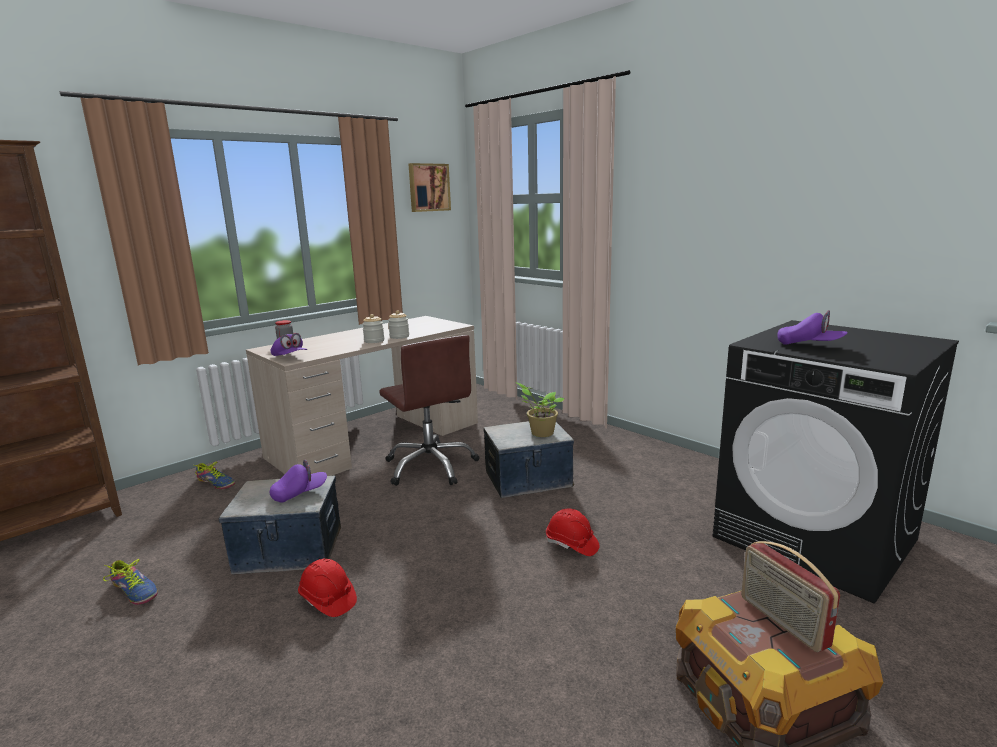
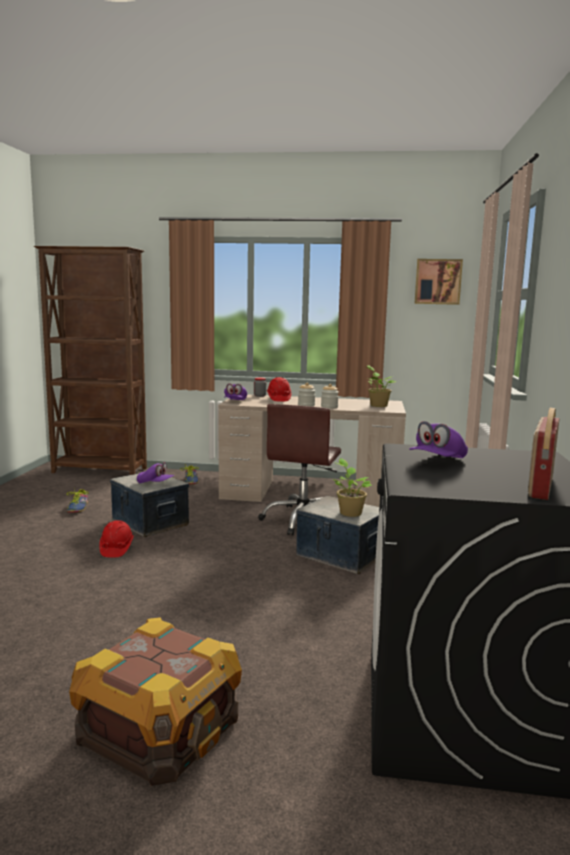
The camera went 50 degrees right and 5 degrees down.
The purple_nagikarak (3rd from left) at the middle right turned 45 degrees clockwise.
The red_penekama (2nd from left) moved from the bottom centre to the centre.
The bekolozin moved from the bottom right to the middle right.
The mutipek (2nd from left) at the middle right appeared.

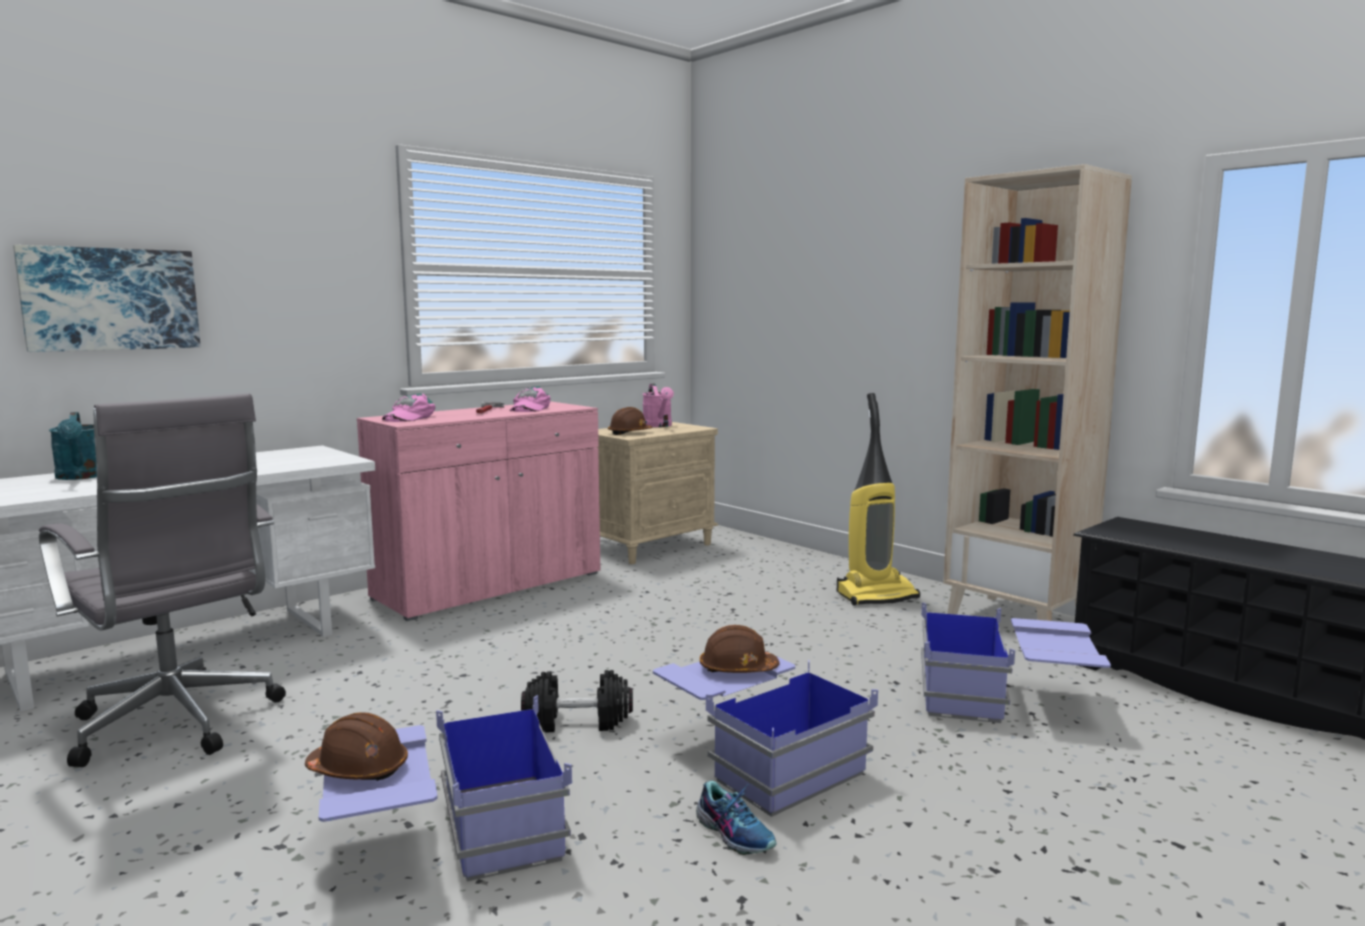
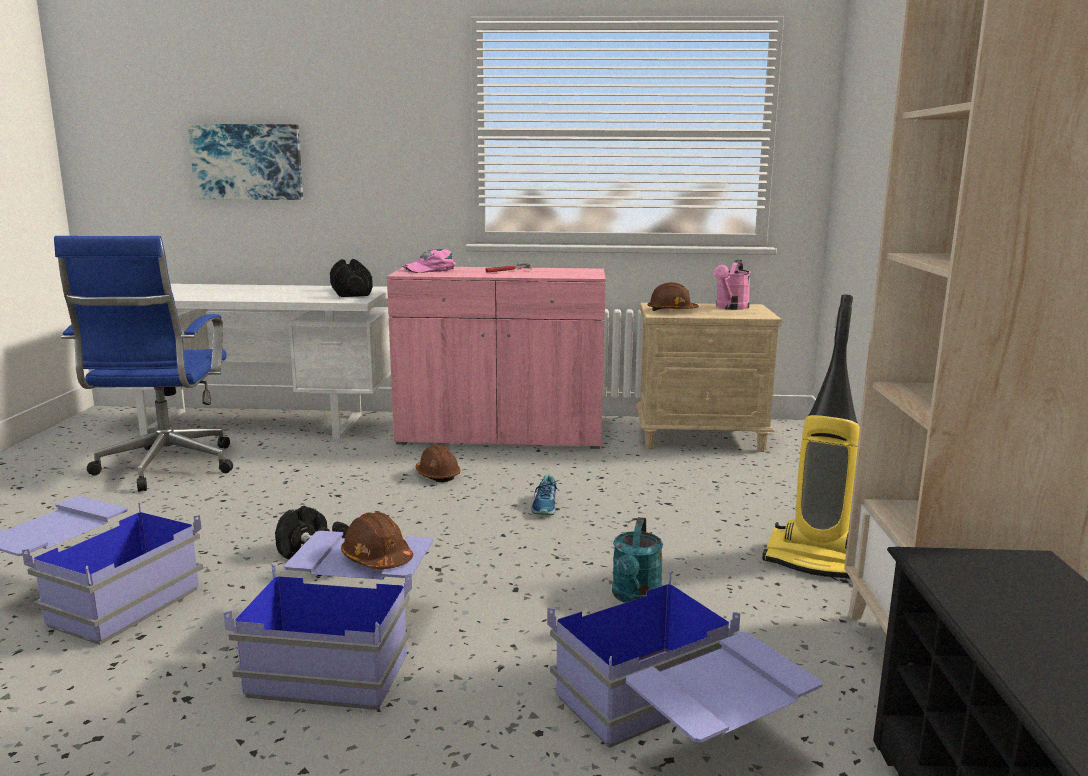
The camera went 45 degrees right and 5 degrees up.
The pink_nagikarak (2nd from left) at the centre disappeared.
The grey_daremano at the middle left became the blue_daremano at the middle left.
The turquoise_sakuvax moved from the middle left to the bottom centre.
The brown_penekama (1st from left in the first image) moved from the bottom left to the centre.
The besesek moved from the bottom centre to the centre.
The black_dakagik (2nd from left) at the middle left appeared.

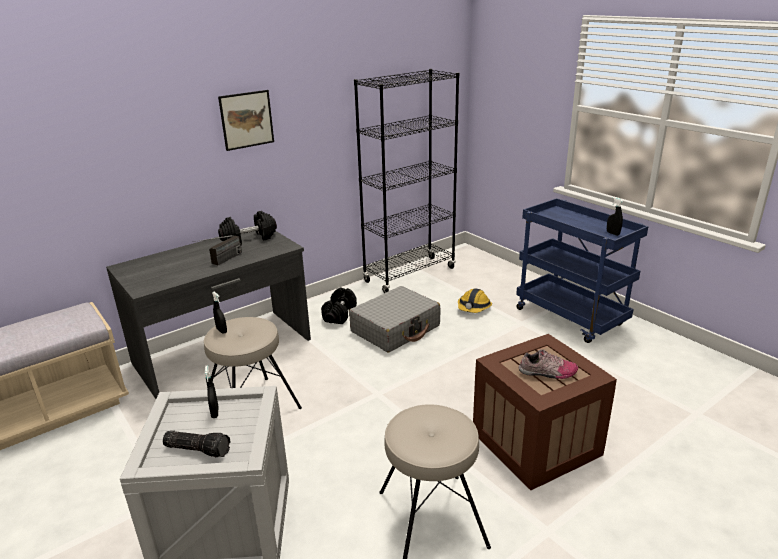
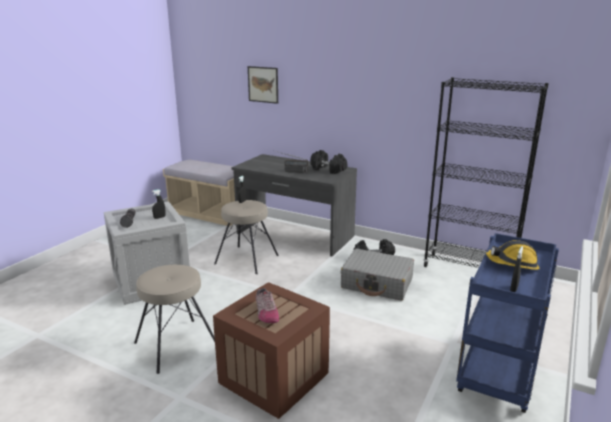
The camera went 65 degrees right and 5 degrees down.
The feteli moved from the top left to the top centre.
The penekama moved from the centre to the middle right.

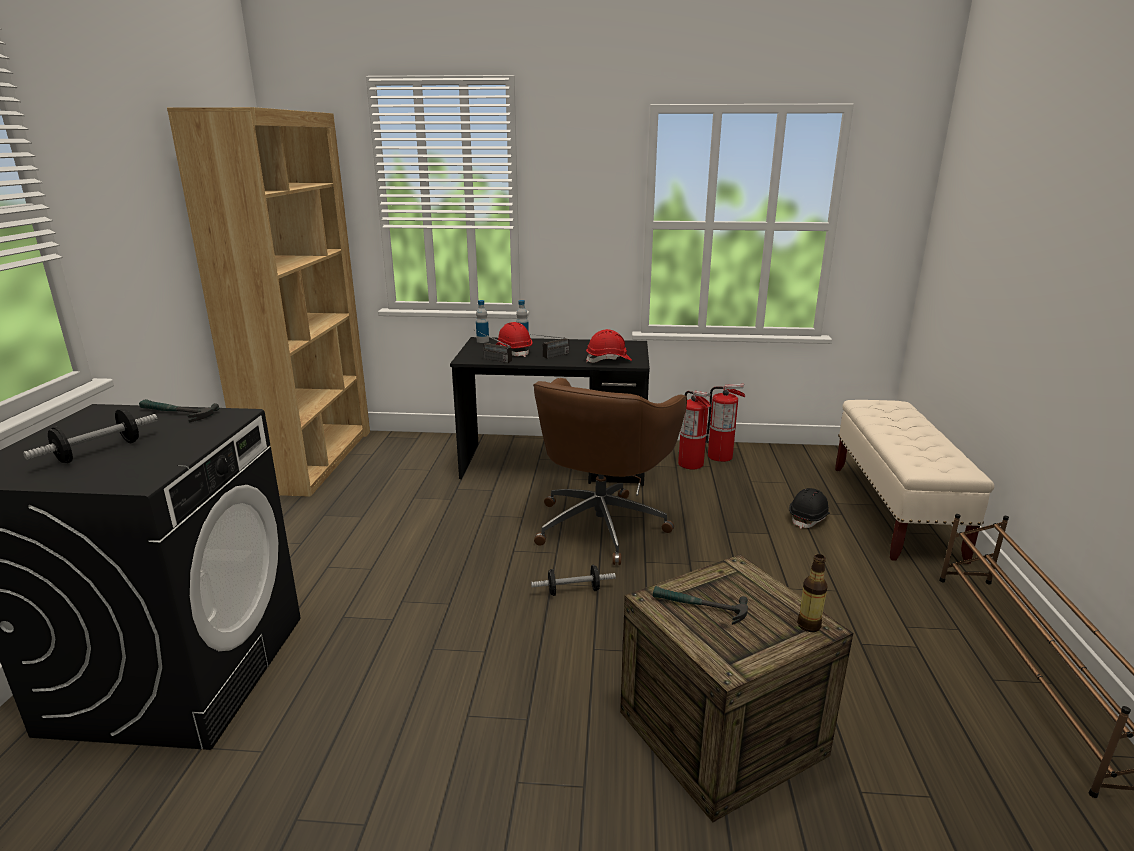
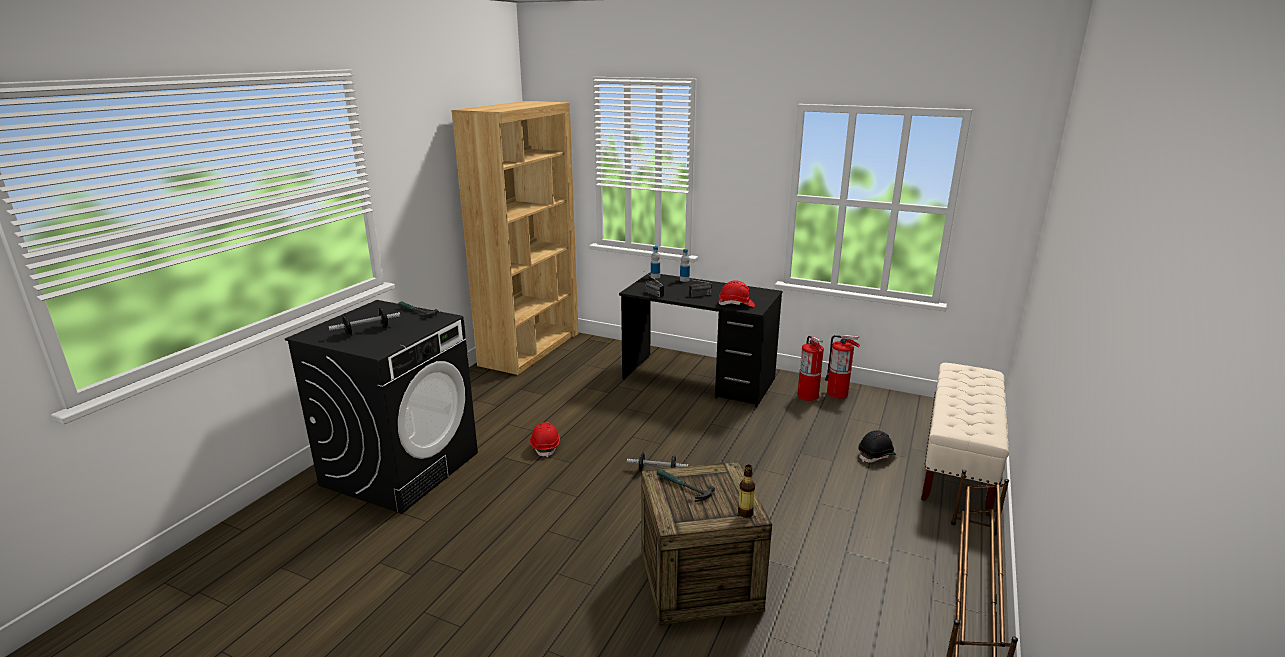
The camera went 20 degrees right and 0 degrees up.
The red_penekama (1st from left) moved from the centre to the bottom centre.
The brown_daremano at the centre disappeared.

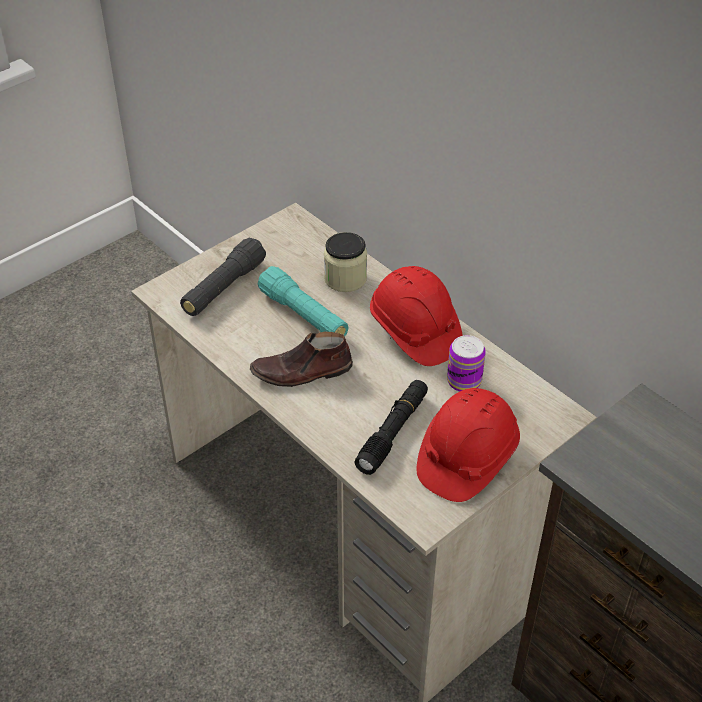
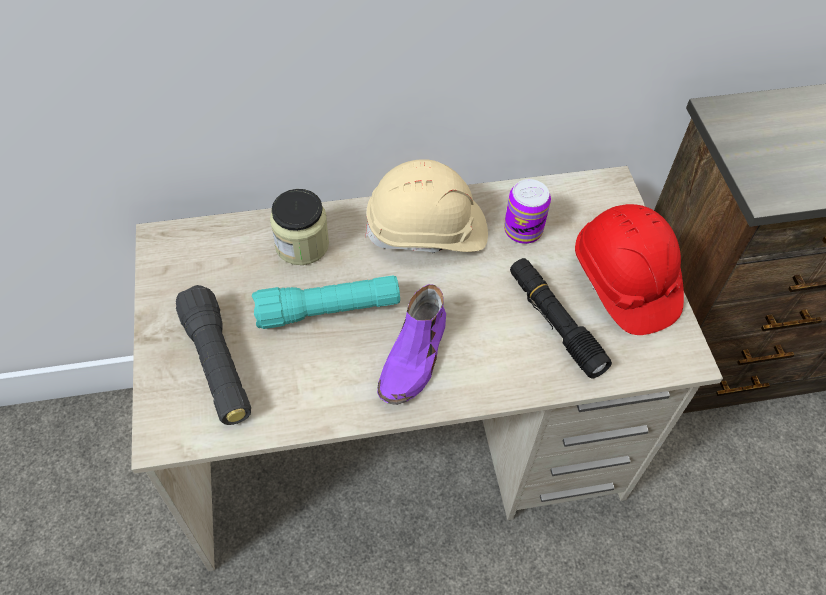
The camera went 60 degrees left and 10 degrees up.
The red_penekama (1st from left) at the centre became the beige_penekama at the centre.
The brown_besesek at the centre became the purple_besesek at the centre.

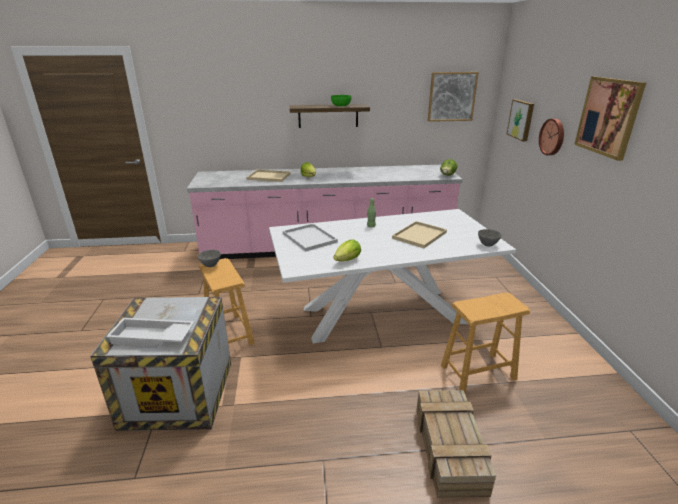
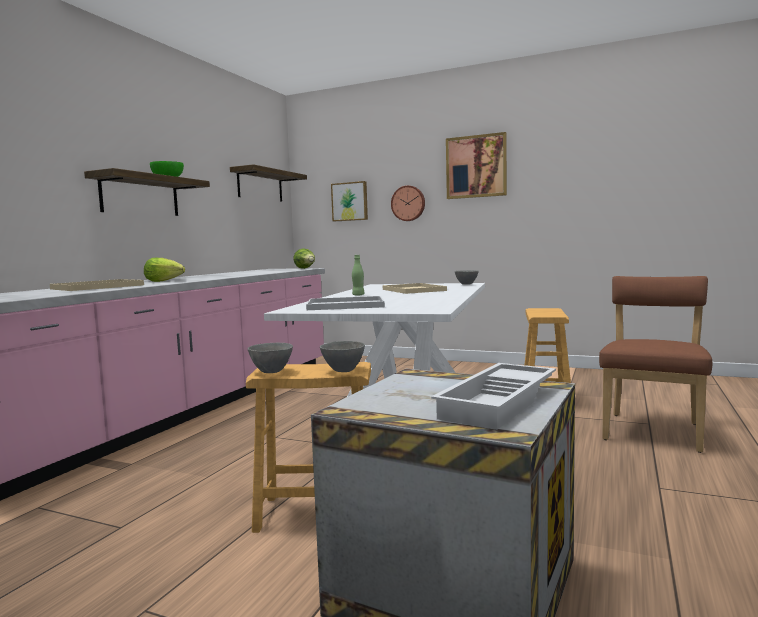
The camera went 60 degrees left and 20 degrees down.
The feteli (1st from left) at the top right was replaced by the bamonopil (2nd from left) at the top centre.
The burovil (2nd from left) at the centre disappeared.
The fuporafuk (2nd from left) at the bottom right was replaced by the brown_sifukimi at the middle right.
The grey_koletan (2nd from left) at the centre appeared.

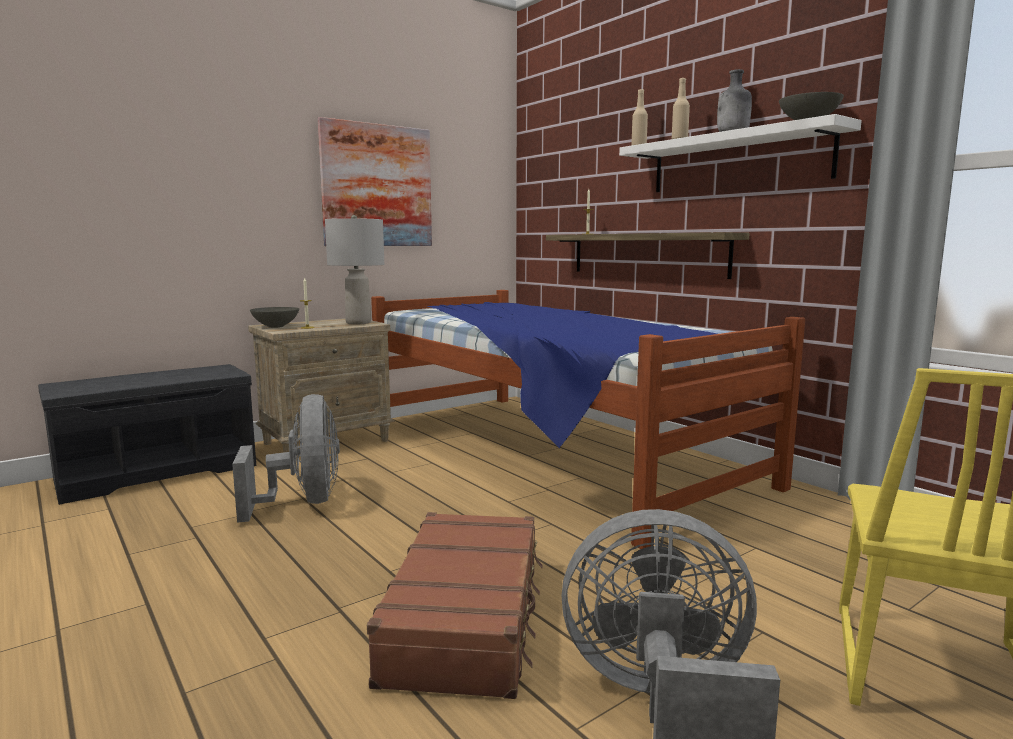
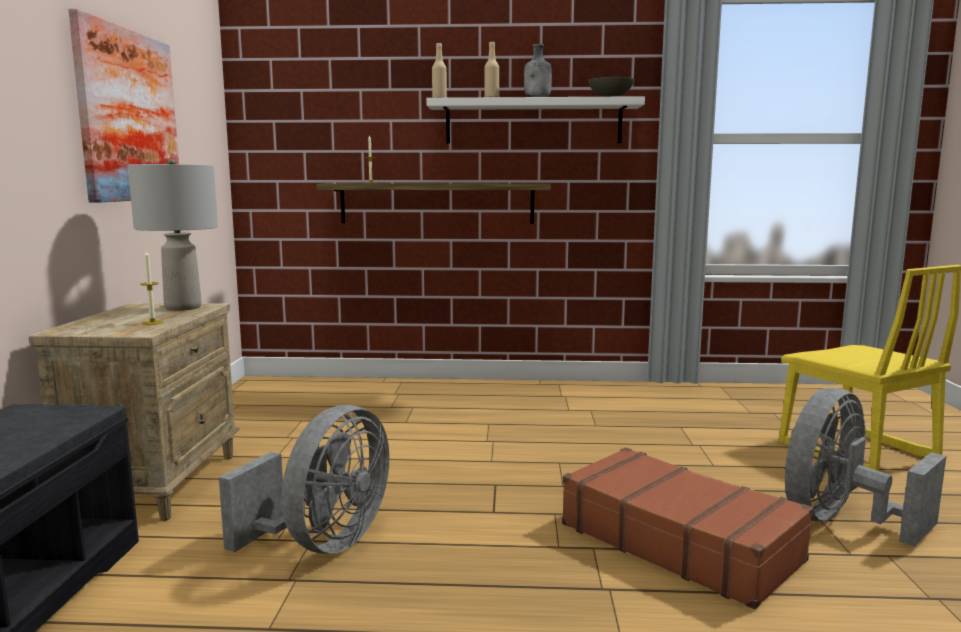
The camera went 50 degrees left and 0 degrees up.
The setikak at the centre disappeared.
The grey_koletan (1st from left) at the middle left disappeared.
The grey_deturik (1st from left) at the middle left turned 90 degrees clockwise.

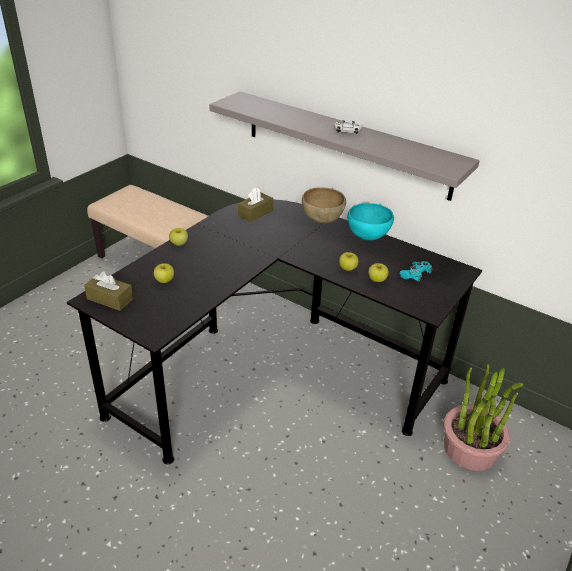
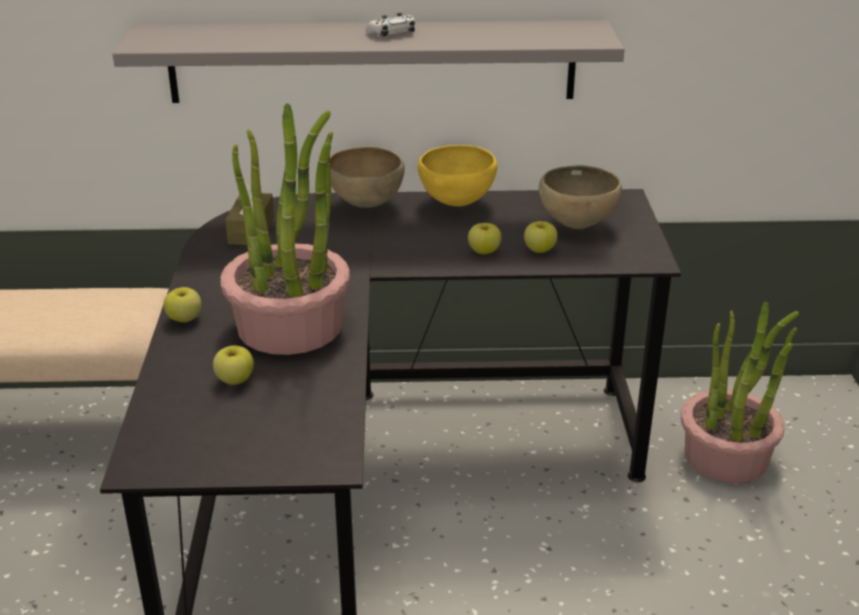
The camera went 35 degrees left and 5 degrees down.
The turquoise_koletan at the centre became the yellow_koletan at the top centre.
The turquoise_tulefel at the middle right was replaced by the brown_koletan (2nd from left) at the top right.
The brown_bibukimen (1st from left) at the middle left disappeared.
The mutipek (1st from left) at the middle left appeared.

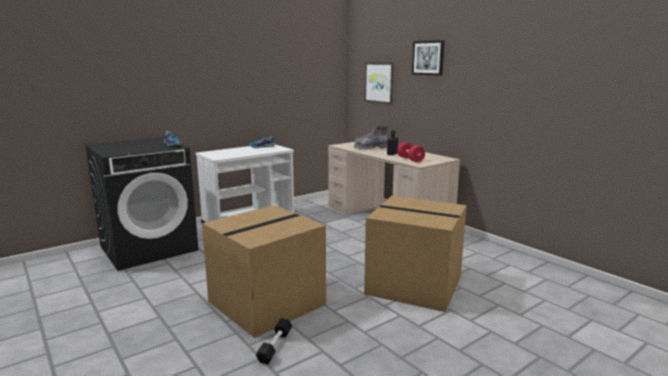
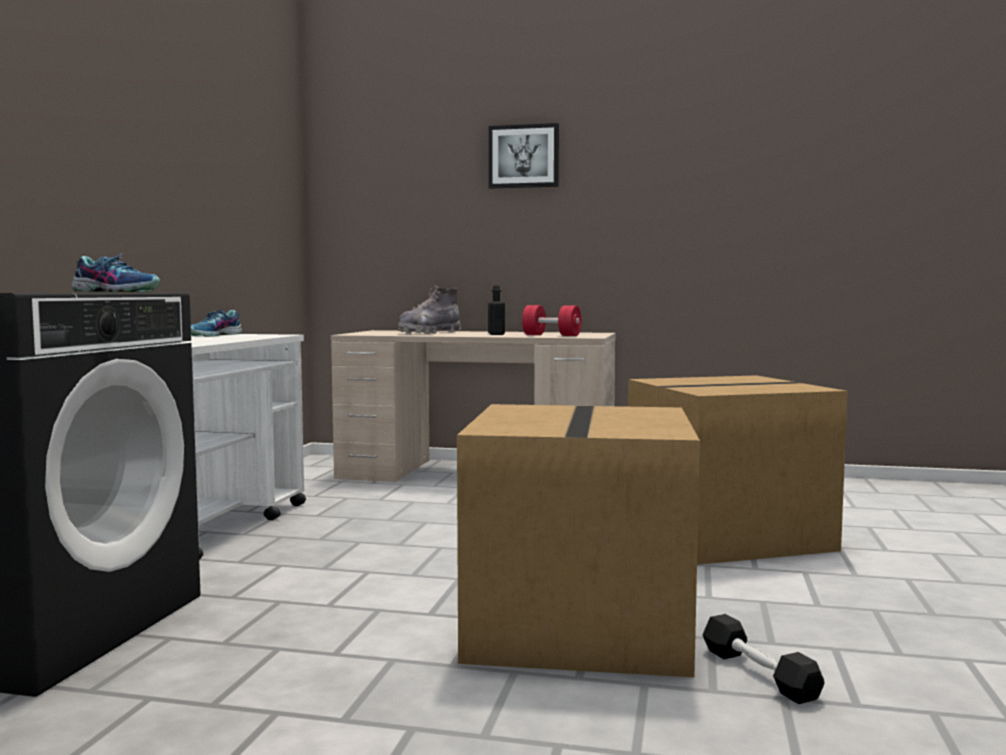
The camera went 40 degrees left and 10 degrees down.
The feteli (1st from left) at the top centre disappeared.

